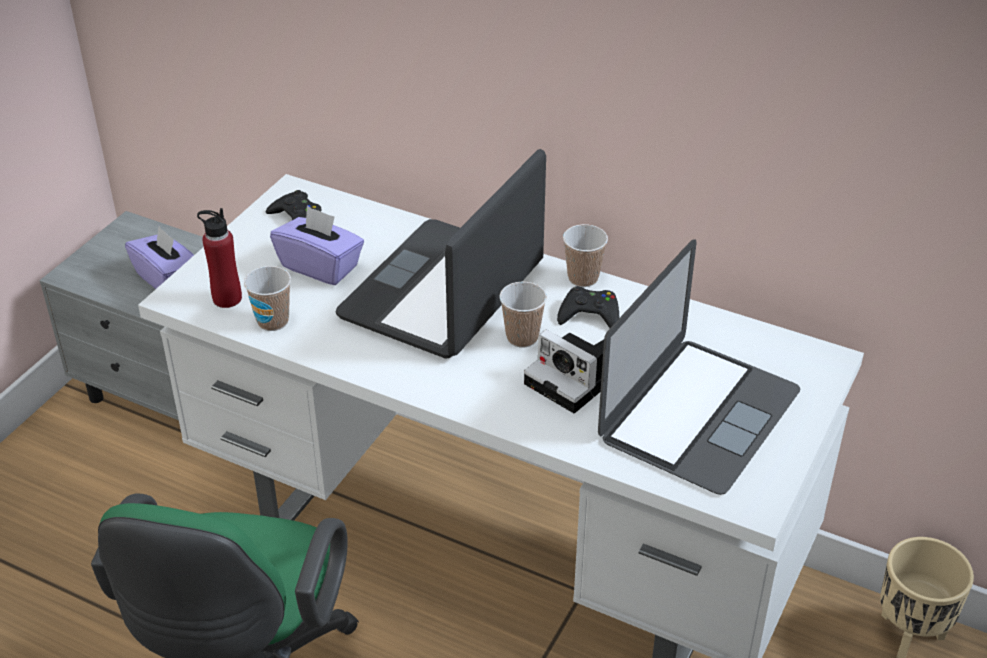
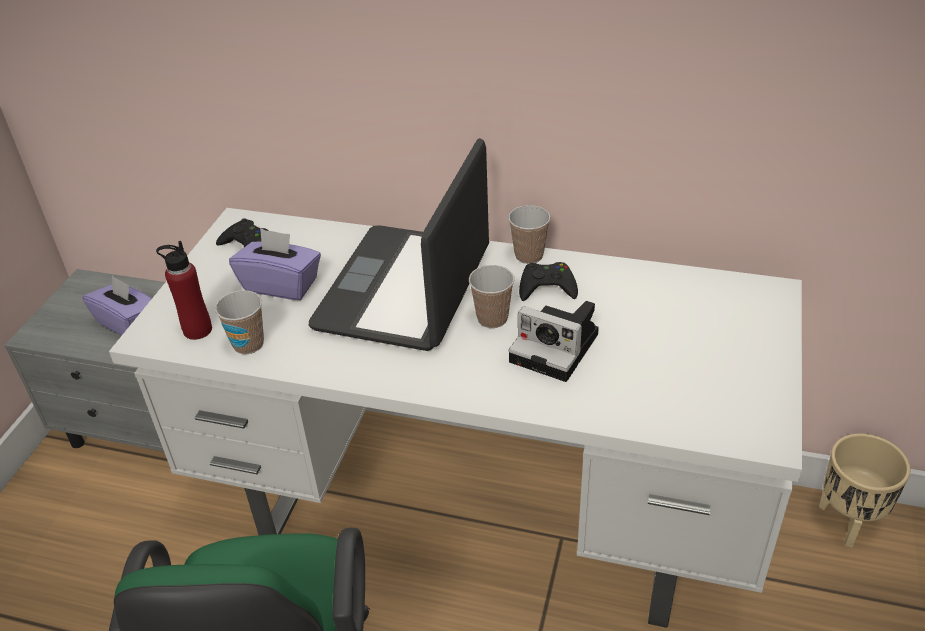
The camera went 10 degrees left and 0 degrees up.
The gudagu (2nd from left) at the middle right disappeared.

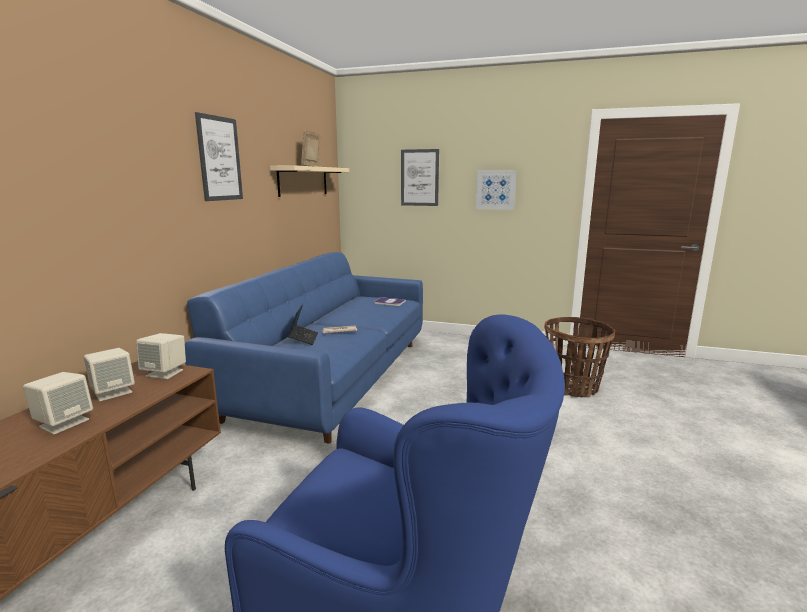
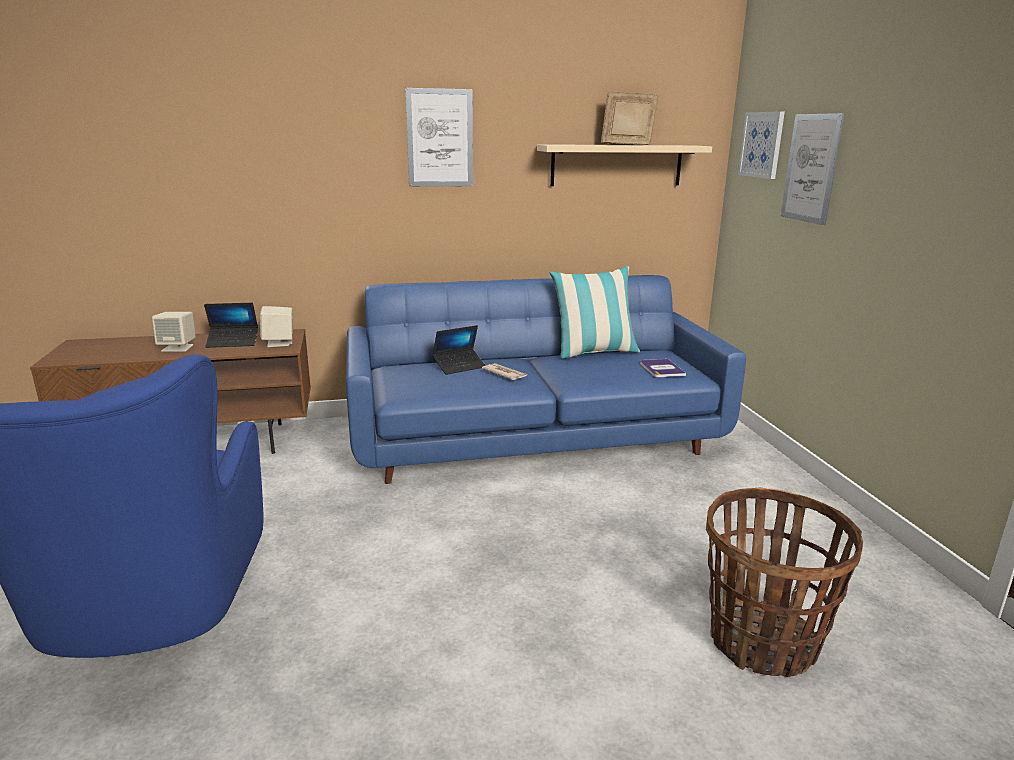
The camera went 60 degrees right and 5 degrees up.
The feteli (3rd from left in the first image) moved from the top centre to the top right.
The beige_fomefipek (2nd from left) at the middle left was replaced by the gudagu (1st from left) at the middle left.
The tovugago at the centre appeared.

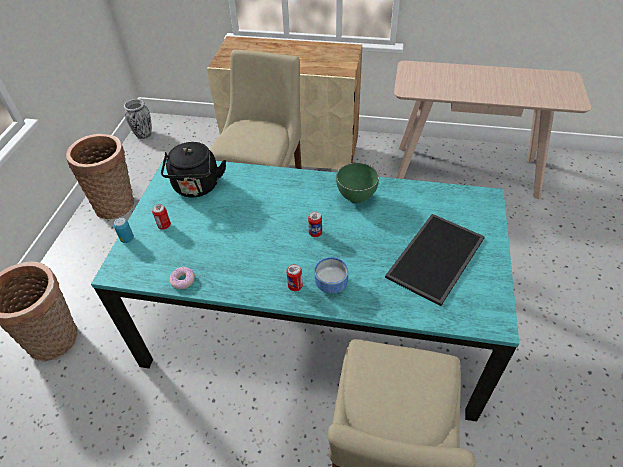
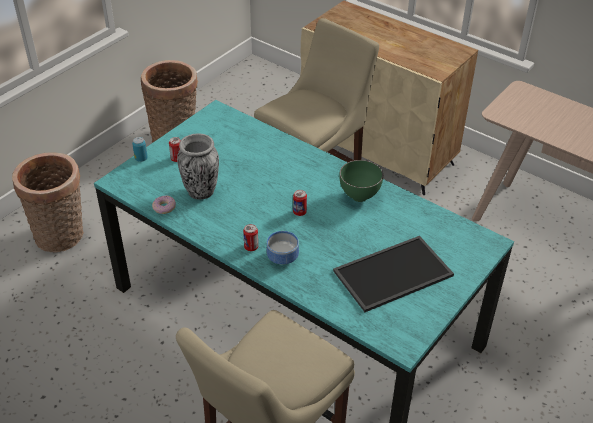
The camera went 25 degrees right and 5 degrees down.
The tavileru moved from the top left to the centre.
The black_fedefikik at the middle left disappeared.

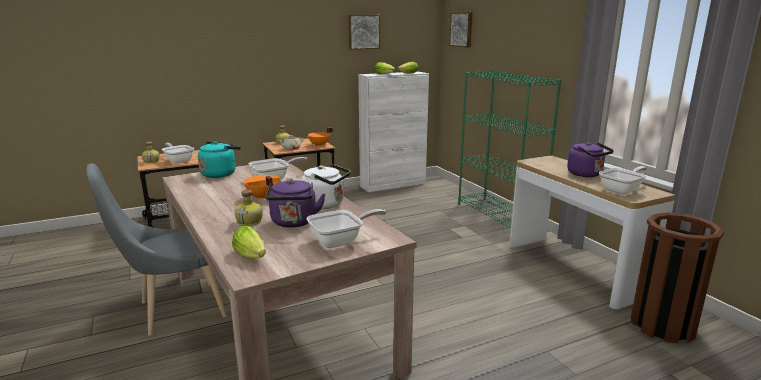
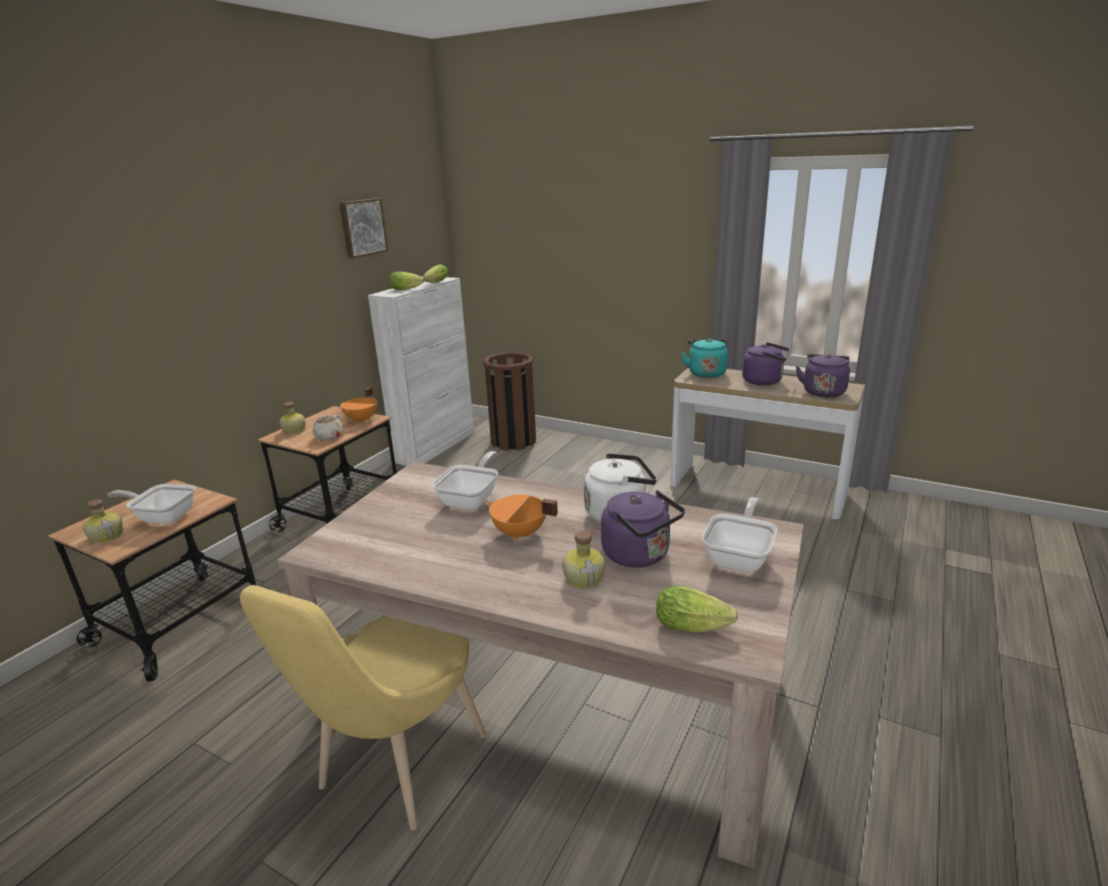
The camera went 35 degrees left and 5 degrees up.
The feteli (2nd from left) at the top centre disappeared.
The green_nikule at the middle right disappeared.
The turquoise_fedefikik moved from the middle left to the centre.
The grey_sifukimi at the middle left became the yellow_sifukimi at the bottom left.
The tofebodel (4th from left) at the middle right was replaced by the purple_fedefikik (3rd from left) at the middle right.
The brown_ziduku moved from the bottom right to the centre.

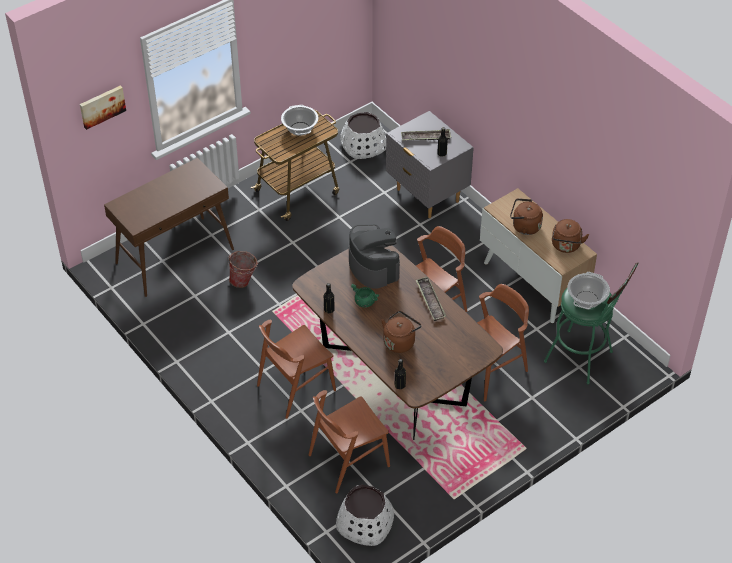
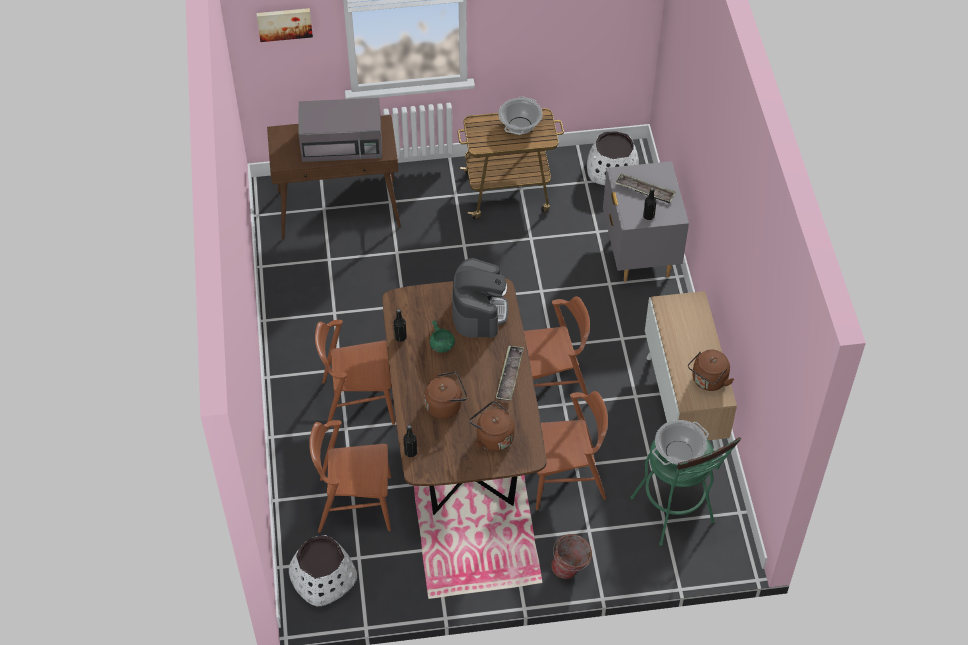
The camera went 30 degrees right and 5 degrees up.
The brown_fedefikik (2nd from left) moved from the middle right to the centre.
The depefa moved from the middle left to the bottom centre.
The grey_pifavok at the top centre appeared.

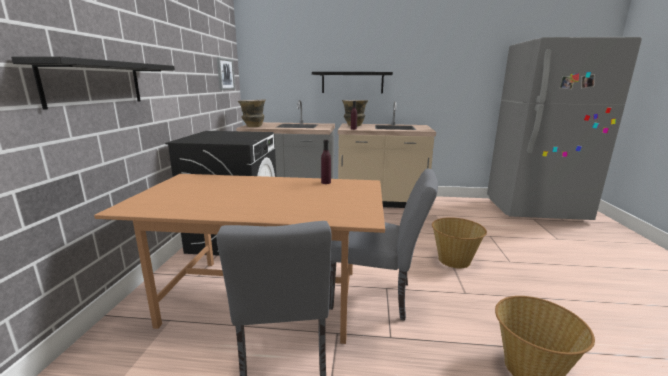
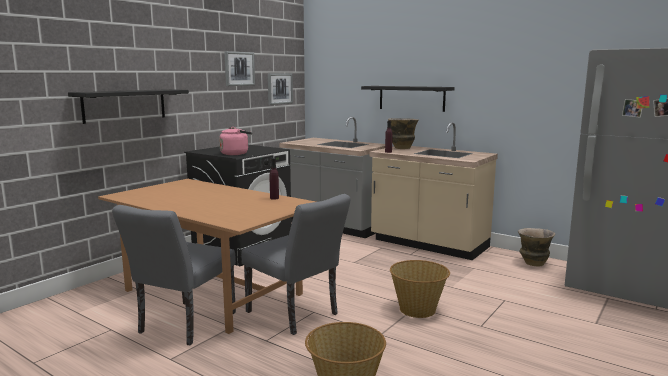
The camera went 30 degrees right and 5 degrees down.
The tavileru (1st from left in the first image) moved from the top centre to the middle right.
The feteli (1st from left) at the top centre appeared.
The pink_fedefikik at the centre appeared.

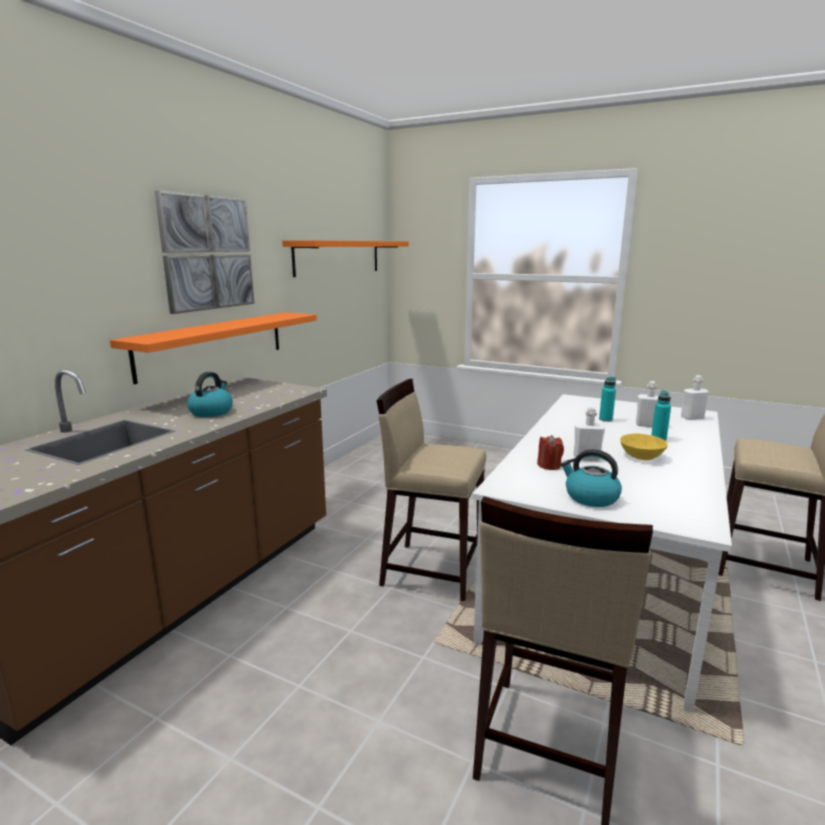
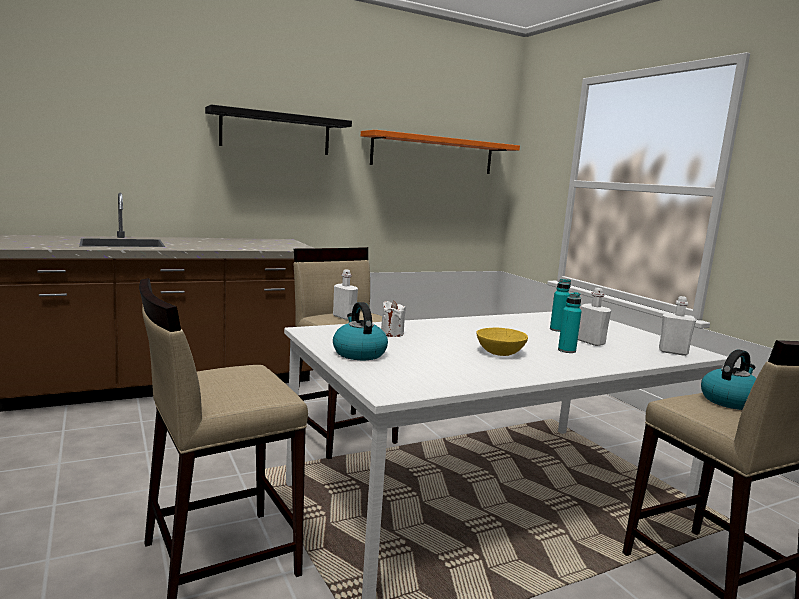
The camera went 35 degrees right and 5 degrees down.
The feteli at the top left was replaced by the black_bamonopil at the top centre.
The orange_bamonopil (1st from left) at the middle left disappeared.
The fedefikik (1st from left in the first image) moved from the middle left to the middle right.
The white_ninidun (1st from left) moved from the middle right to the centre.
The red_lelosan at the middle right became the white_lelosan at the centre.

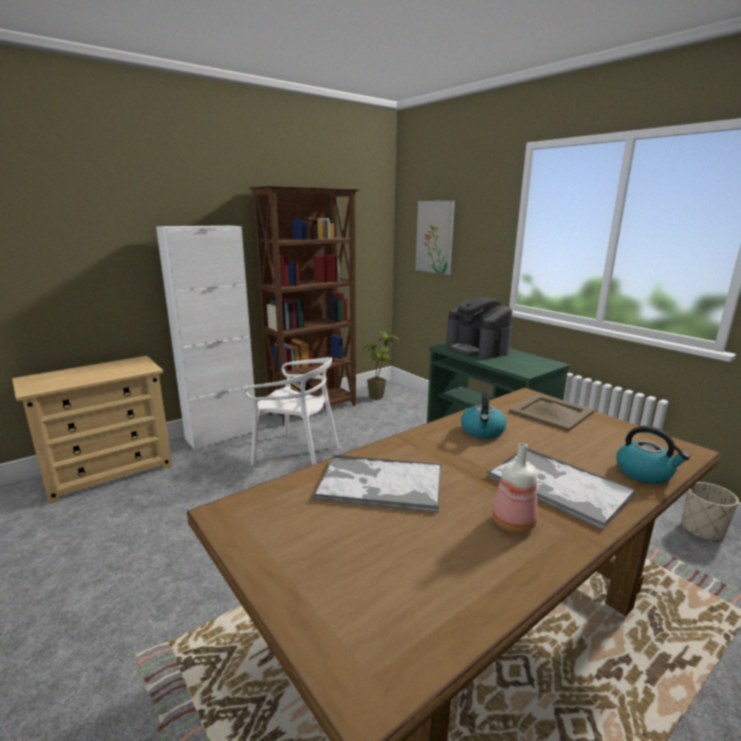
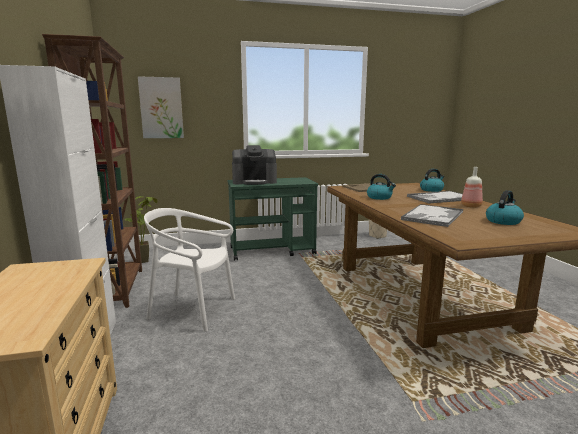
The camera went 65 degrees left and 5 degrees down.
The white_sifukimi at the centre turned 120 degrees counterclockwise.
The fedefikik (3rd from left) at the middle right appeared.

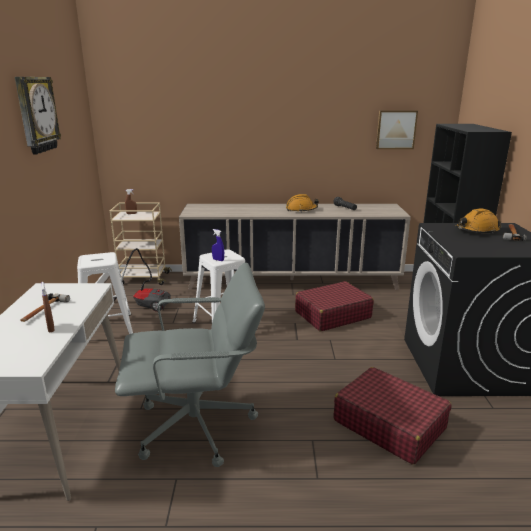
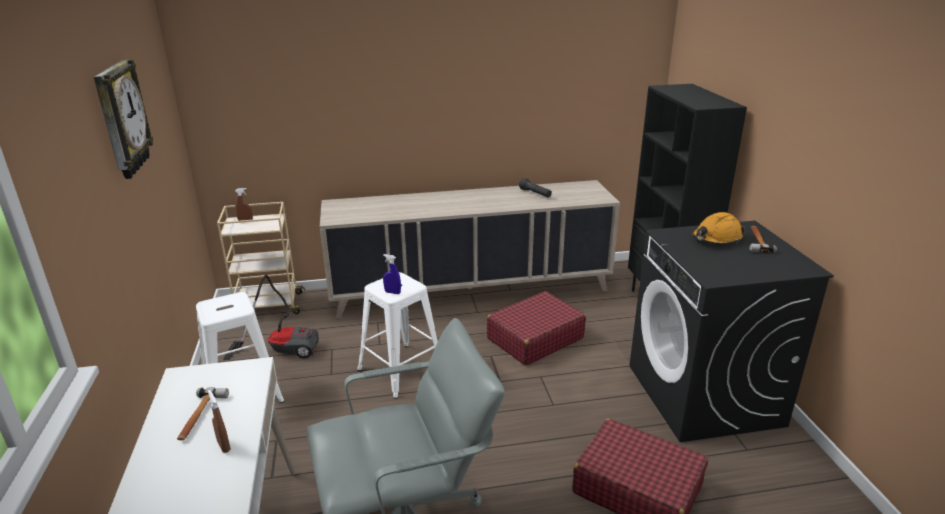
The camera went 10 degrees left and 5 degrees up.
The feteli at the top right disappeared.
The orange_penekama (1st from left) at the centre disappeared.

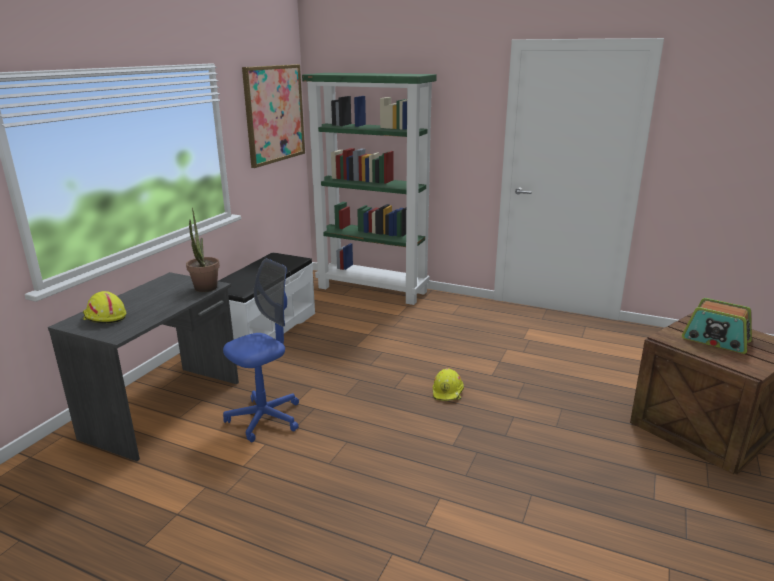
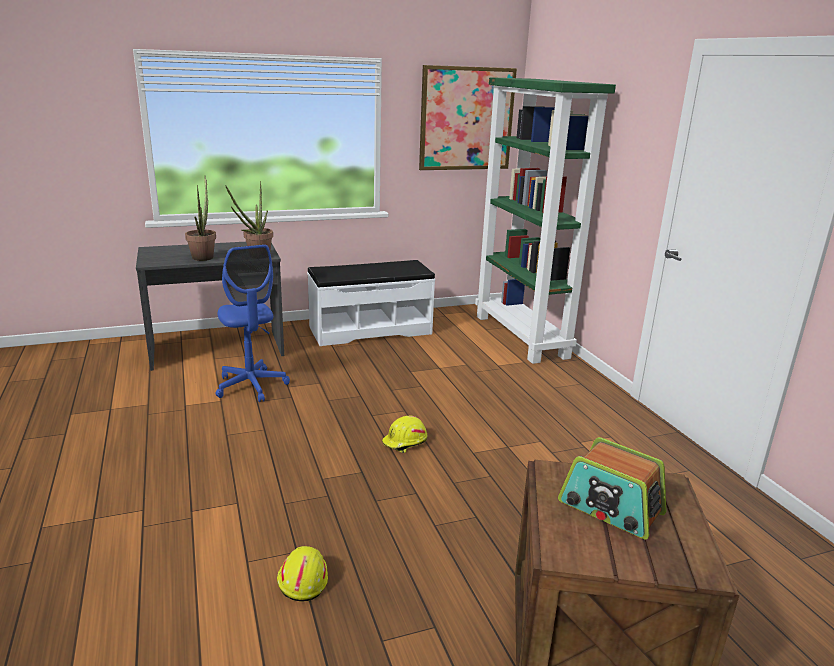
The camera went 45 degrees right and 0 degrees up.
The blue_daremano at the centre turned 60 degrees clockwise.
The yellow_penekama (1st from left) moved from the middle left to the bottom centre.
The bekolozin at the middle right turned 45 degrees counterclockwise.
The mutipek (1st from left) at the top left appeared.

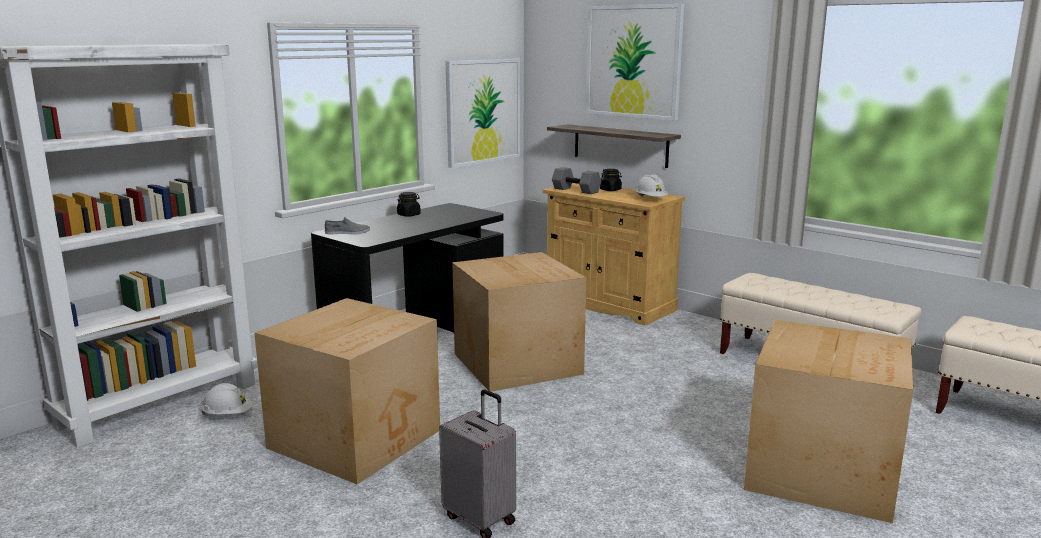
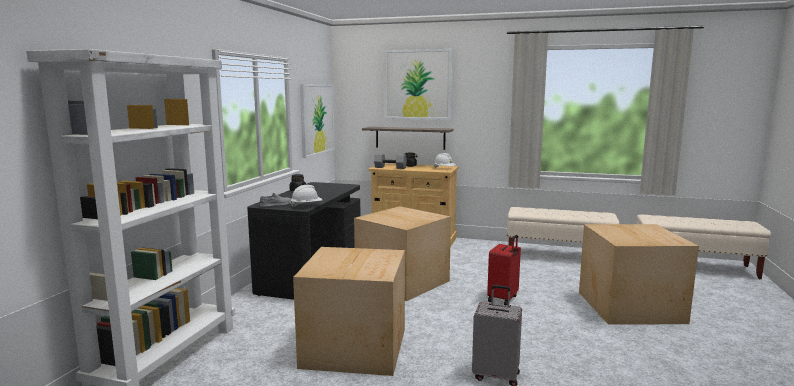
The camera went 25 degrees left and 5 degrees down.
The white_penekama (1st from left) moved from the bottom left to the centre.
The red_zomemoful at the bottom centre appeared.

